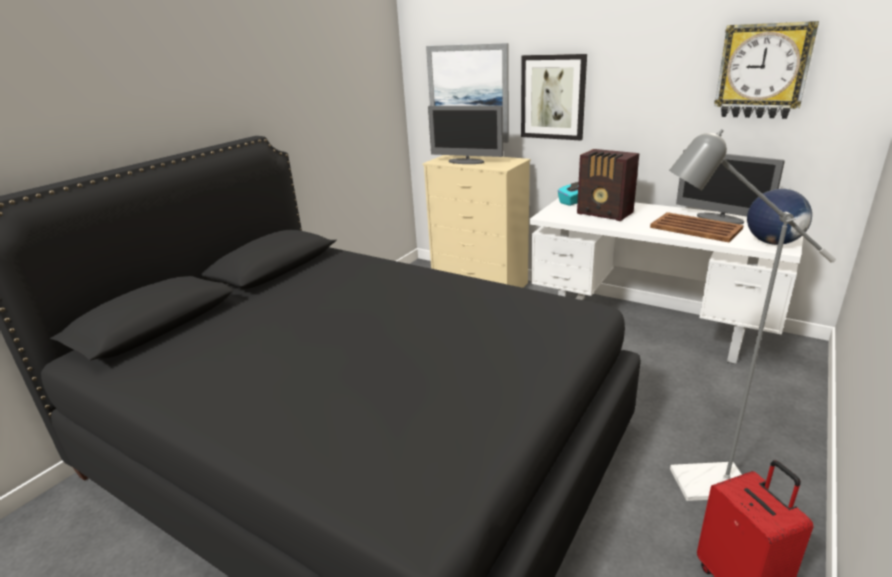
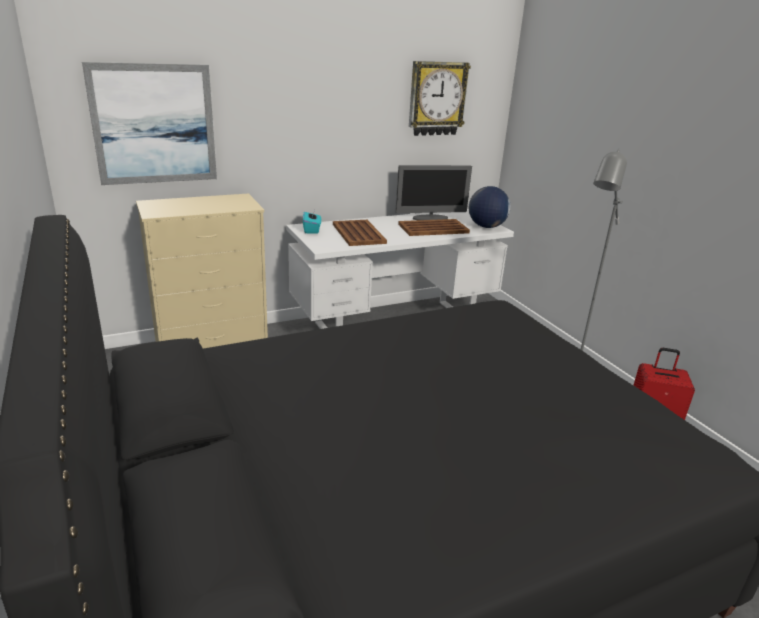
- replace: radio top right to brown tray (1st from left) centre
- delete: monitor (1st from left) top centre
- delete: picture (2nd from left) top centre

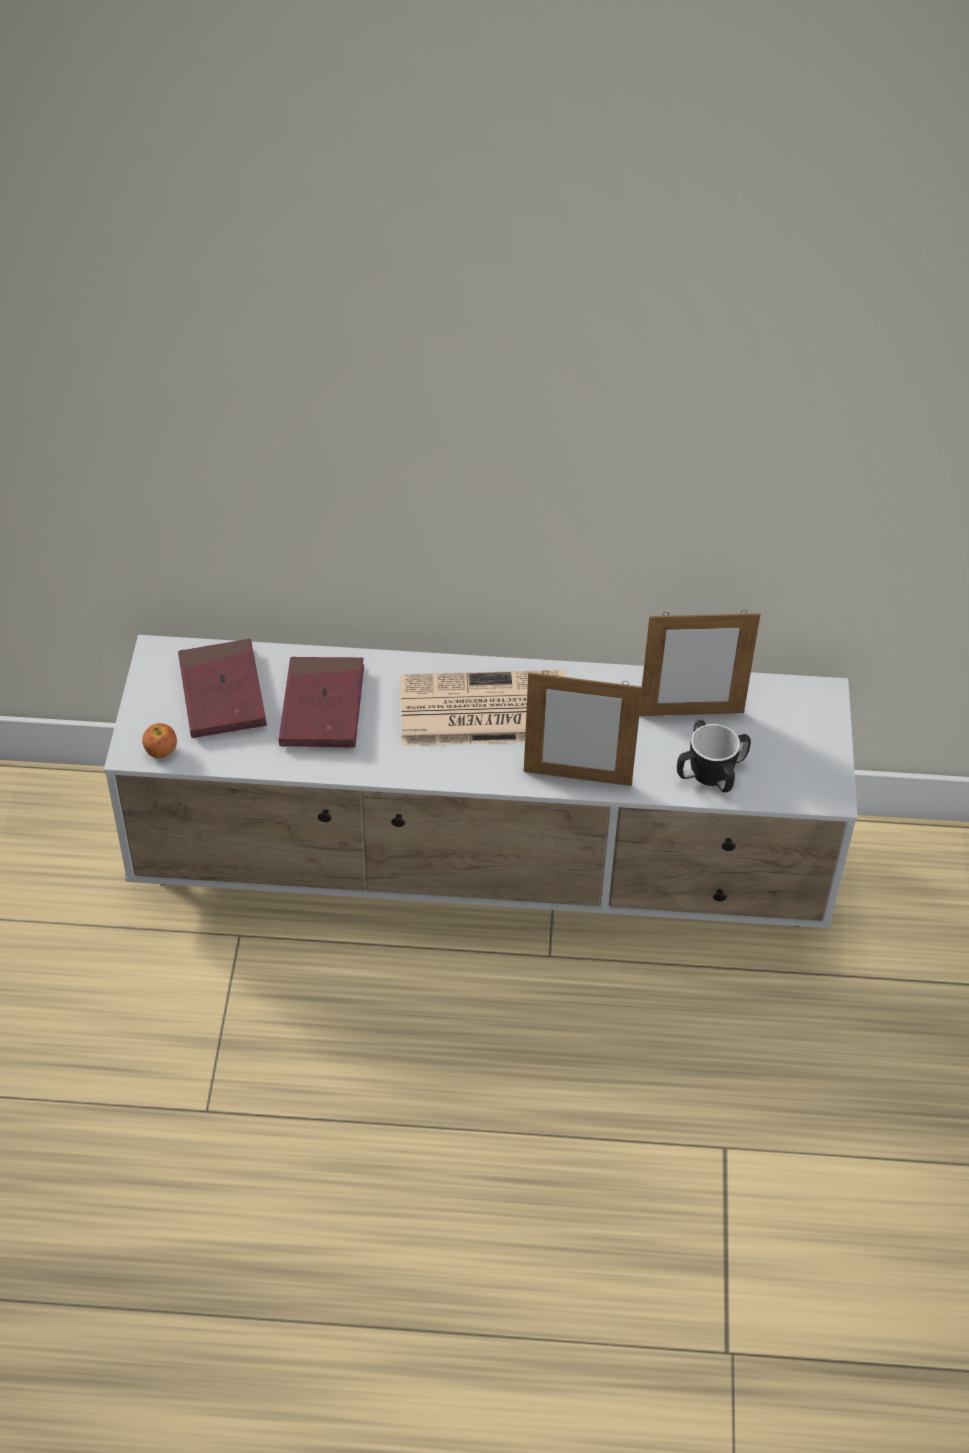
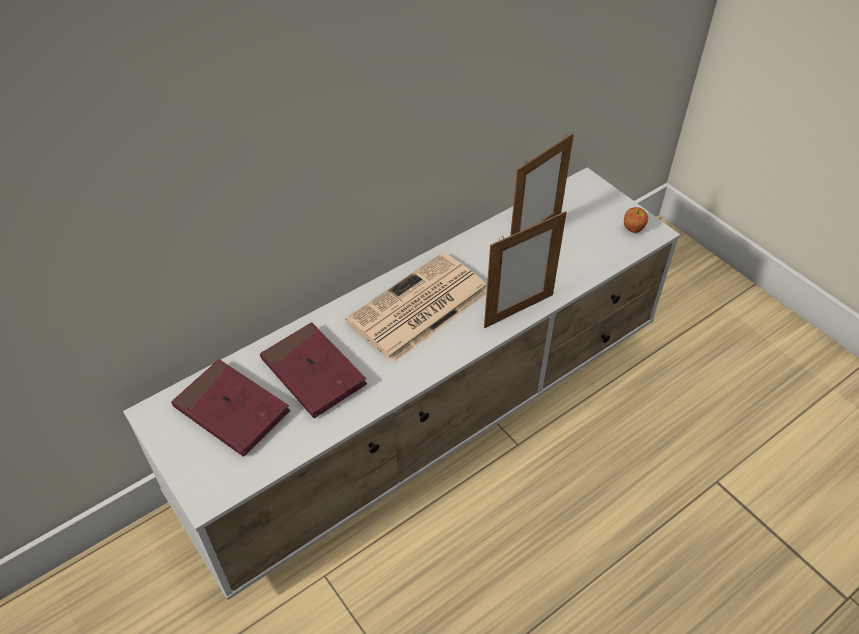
- move: apple middle left to middle right
- delete: mug middle right

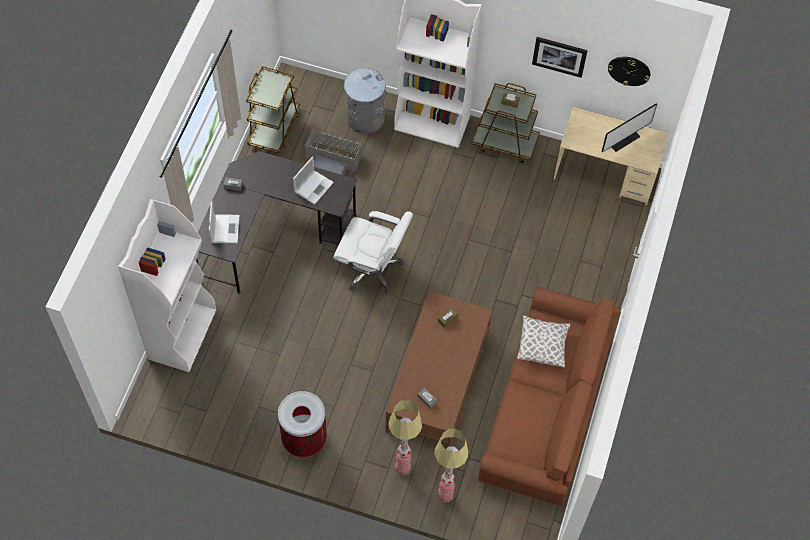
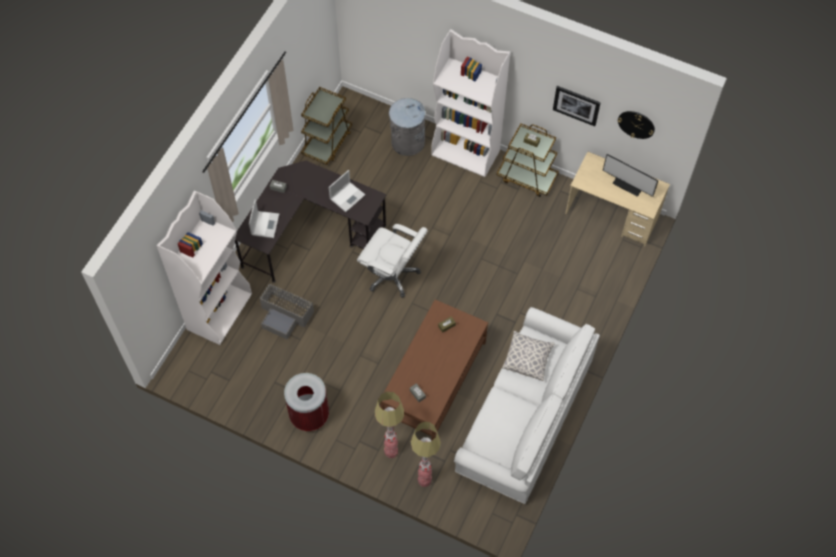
- move: grey storage box top centre to centre
- recolor: brown sofa bottom right to white sofa bottom centre
- rotate: monitor top right = top right 60 degrees clockwise

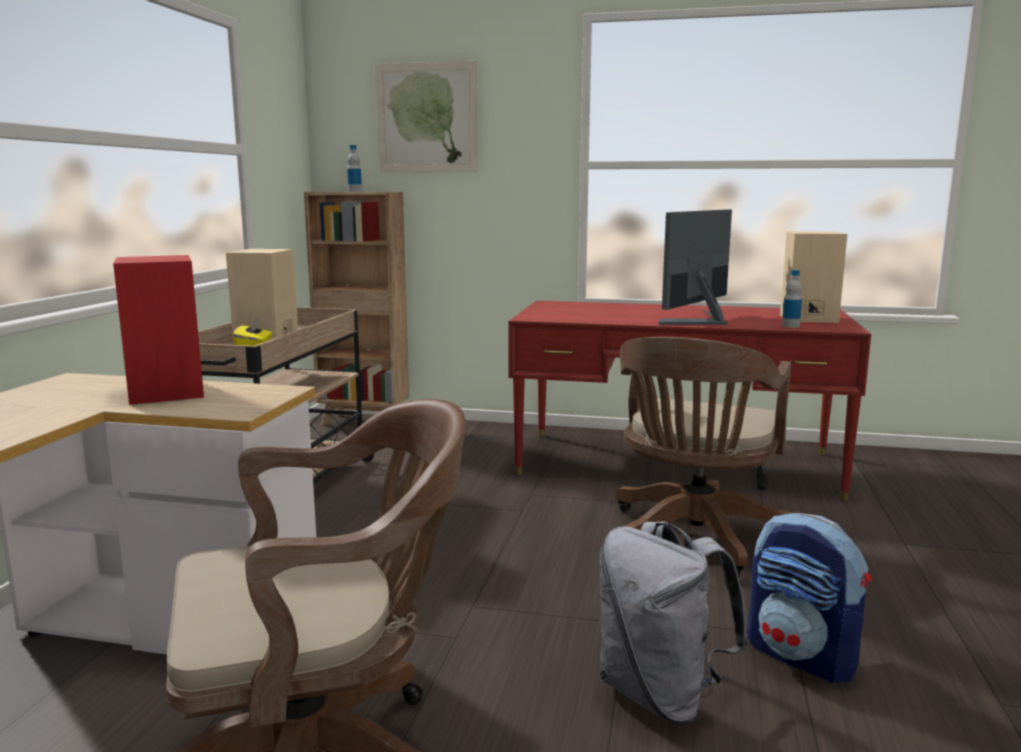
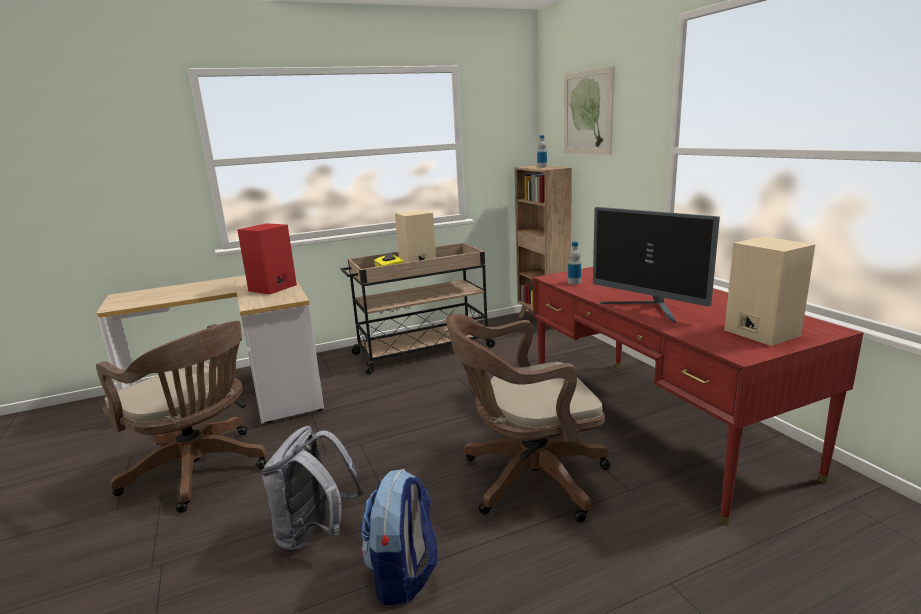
- move: bottle (2nd from left) middle right to centre
- rotate: monitor middle right = middle right 135 degrees counterclockwise

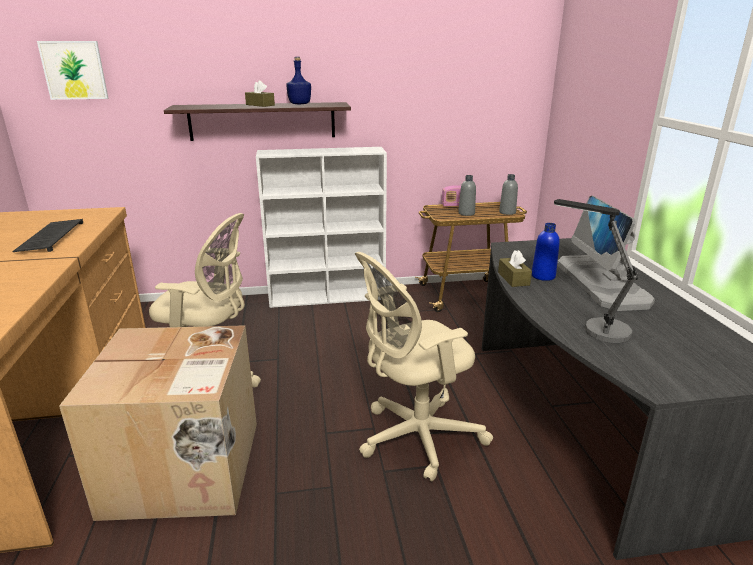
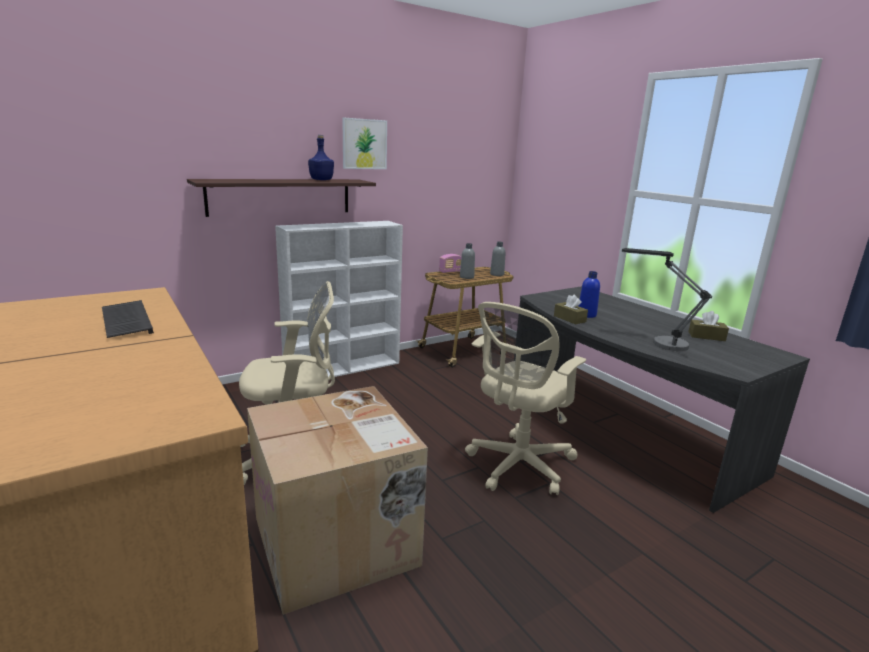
- move: picture top left to top centre
- move: brown tissue box (1st from left in the first image) top centre to brown tissue box (2nd from left) middle right
- delete: monitor middle right

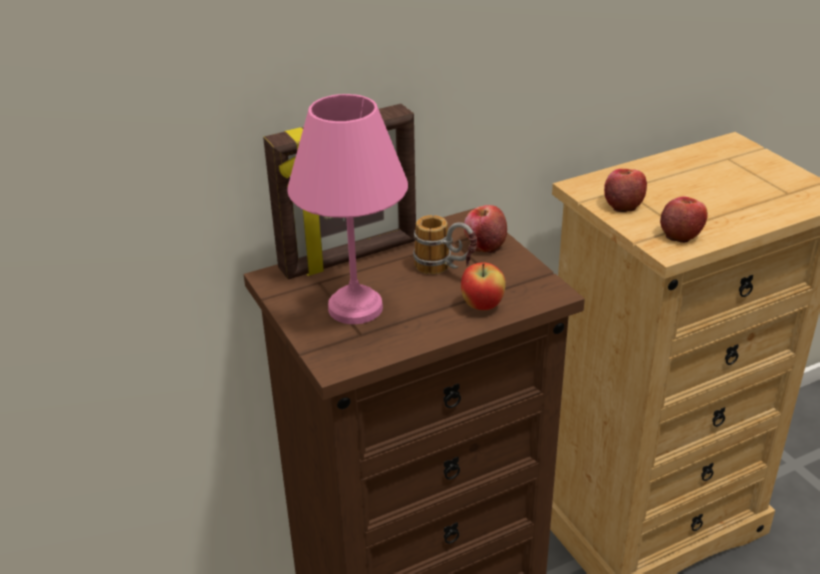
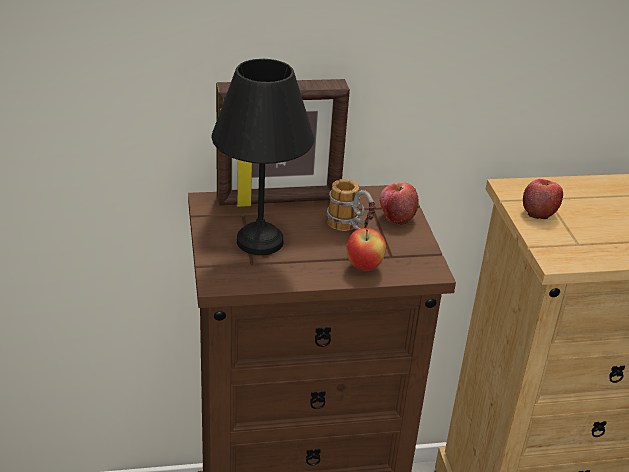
- recolor: pink table lamp centre to black table lamp top centre
- delete: apple (4th from left) middle right

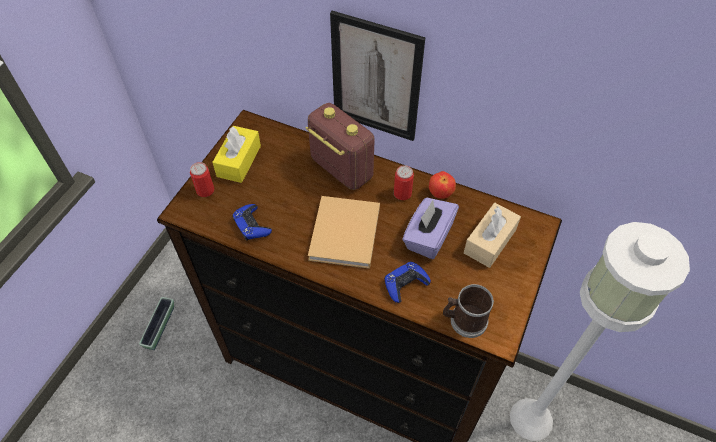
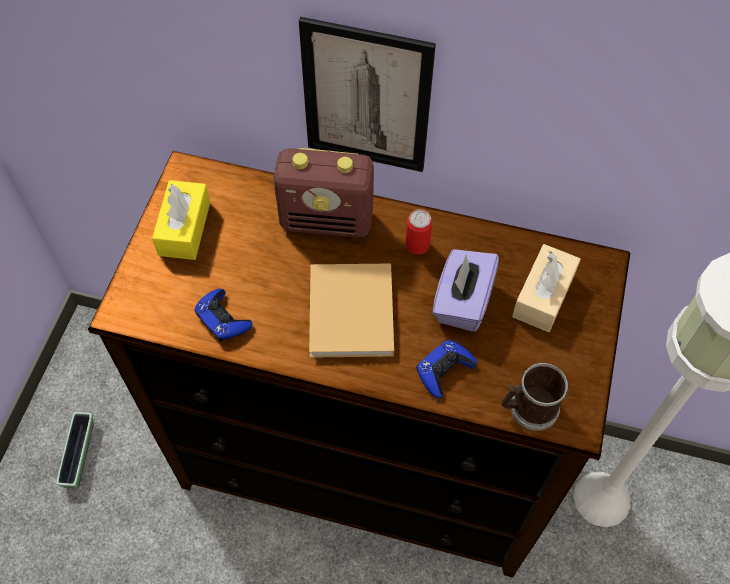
- rotate: radio top centre = top centre 150 degrees clockwise
- delete: can (1st from left) middle left
- delete: apple centre

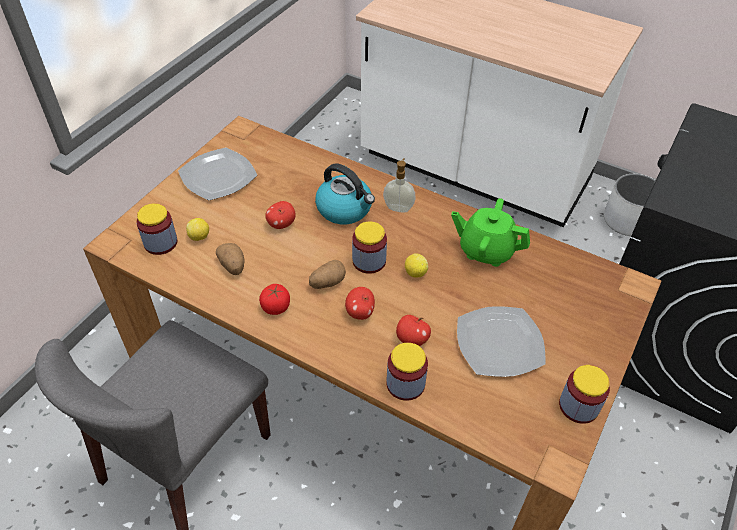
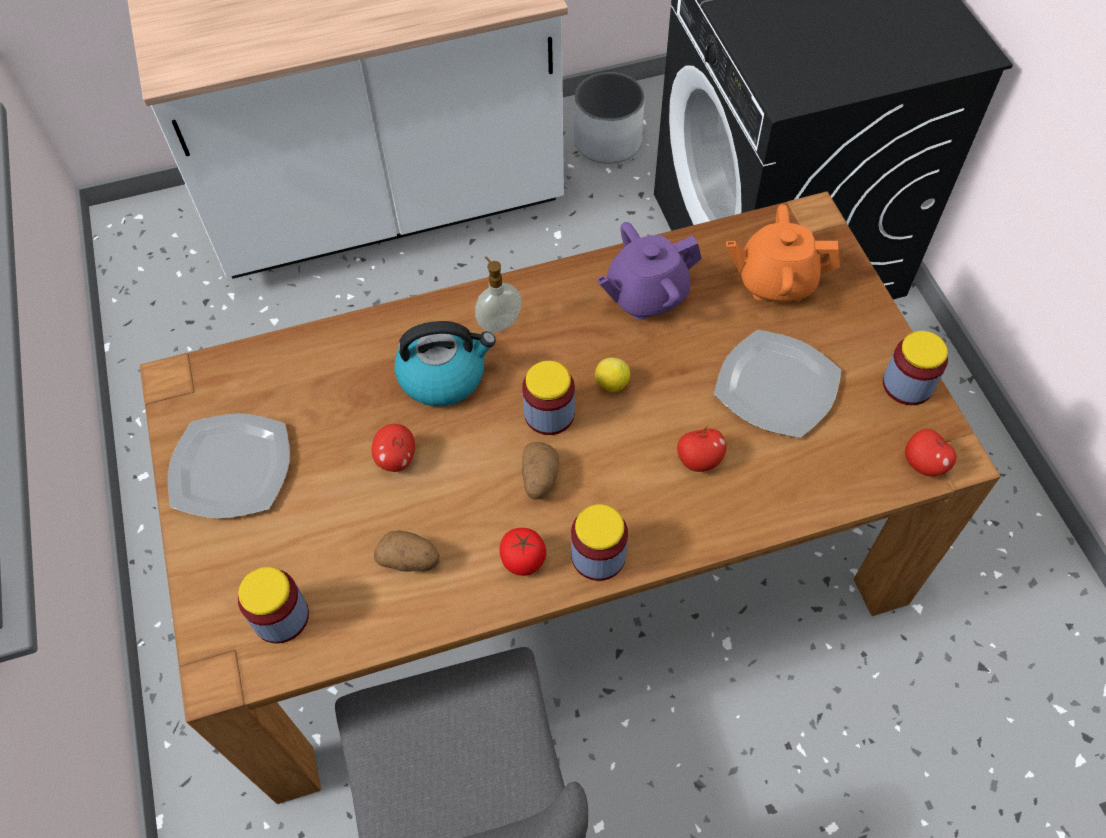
- move: jar (3rd from left) bottom centre to centre
- recolor: green teapot centre to purple teapot top centre
- insert: orange teapot top right
- move: apple (2nd from left in the first image) centre to apple (3rd from left) middle right
- delete: lemon (1st from left) middle left

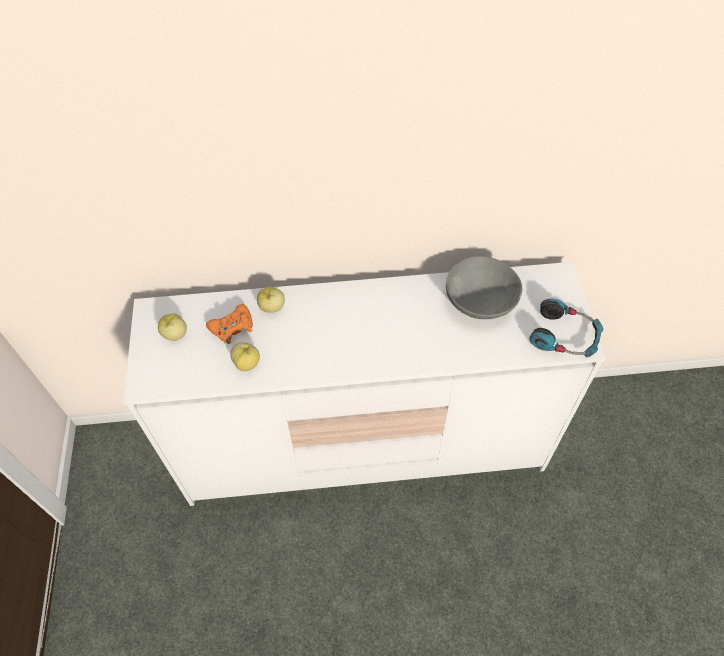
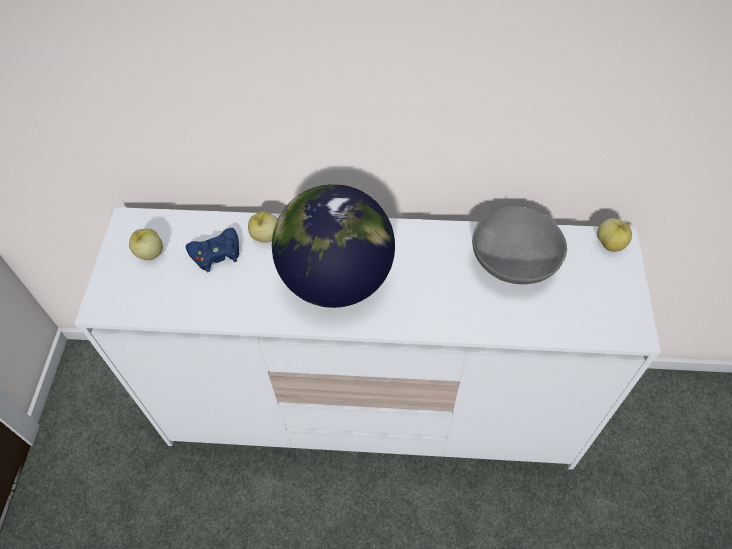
- recolor: orange game controller middle left to blue game controller middle left
- insert: globe centre
- move: apple (2nd from left in the first image) centre to apple (3rd from left) middle right
- delete: headphones middle right

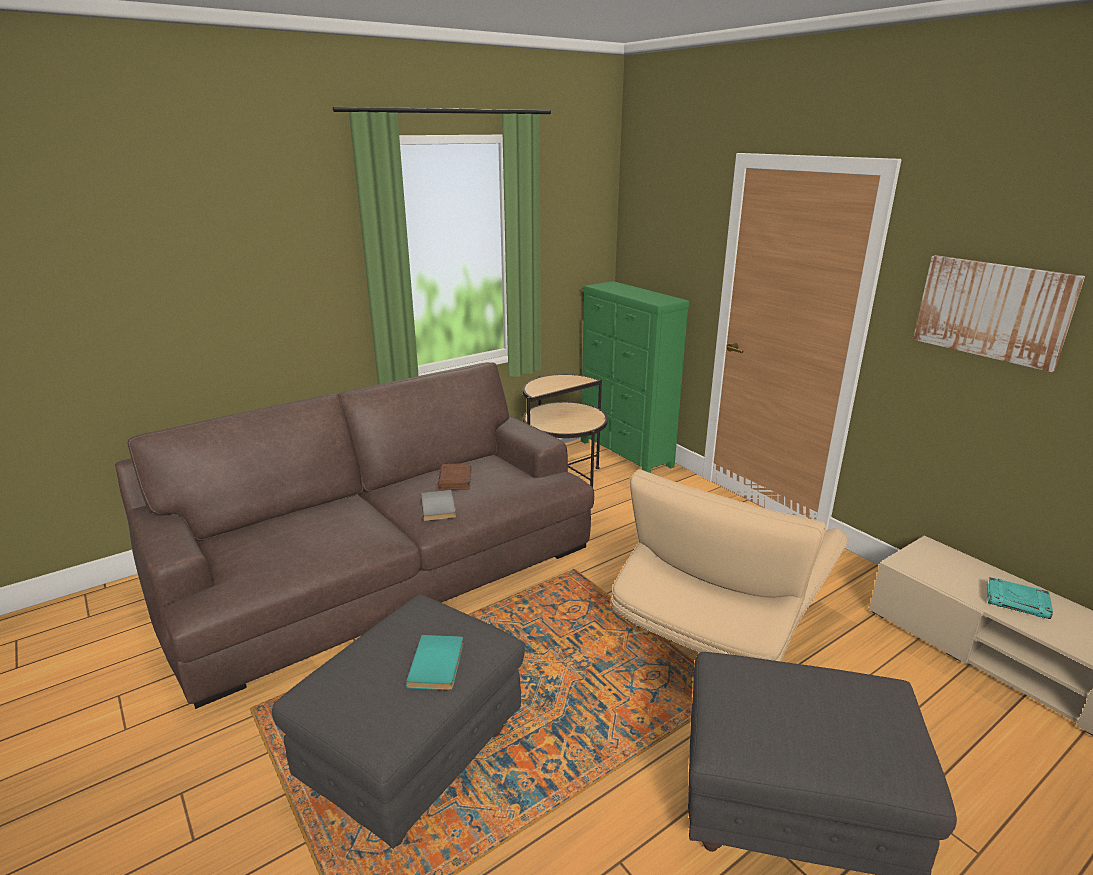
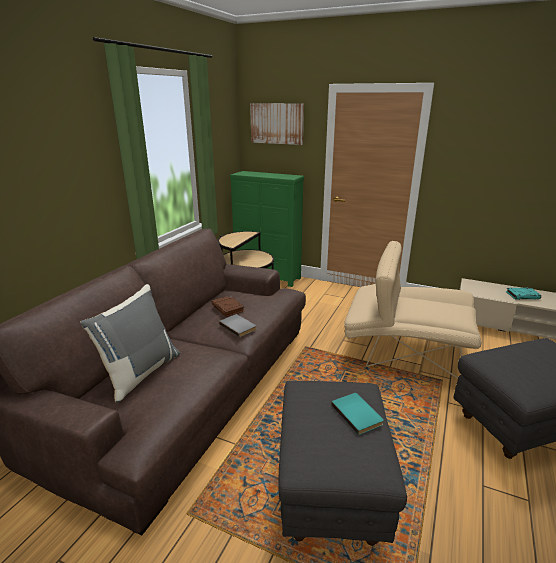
- insert: grey pillow middle left
- move: picture middle right to top centre
- rotate: beige armchair middle right = middle right 105 degrees clockwise

